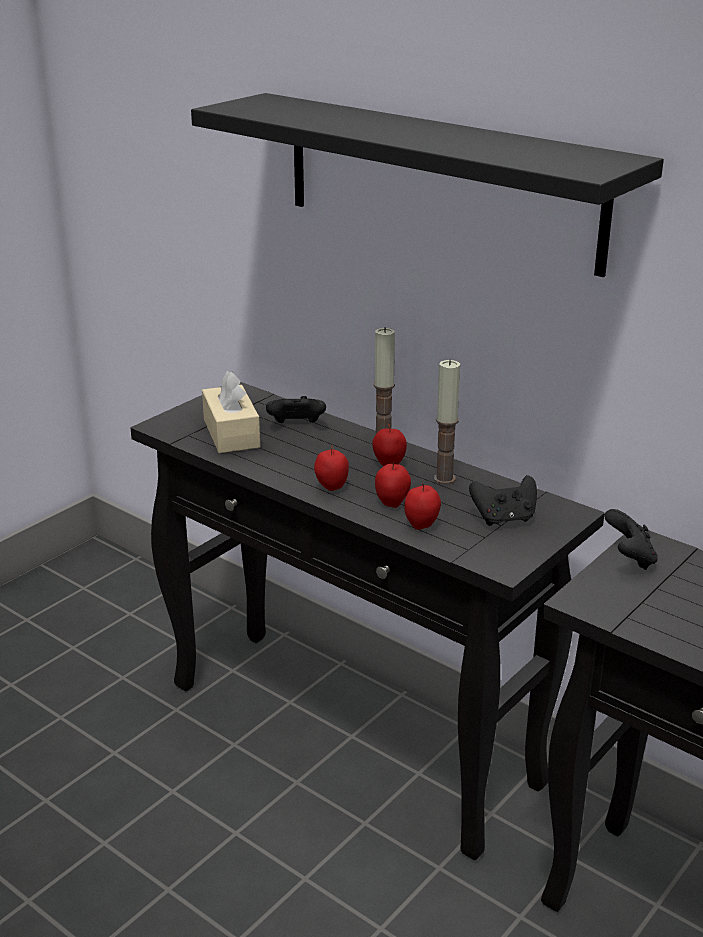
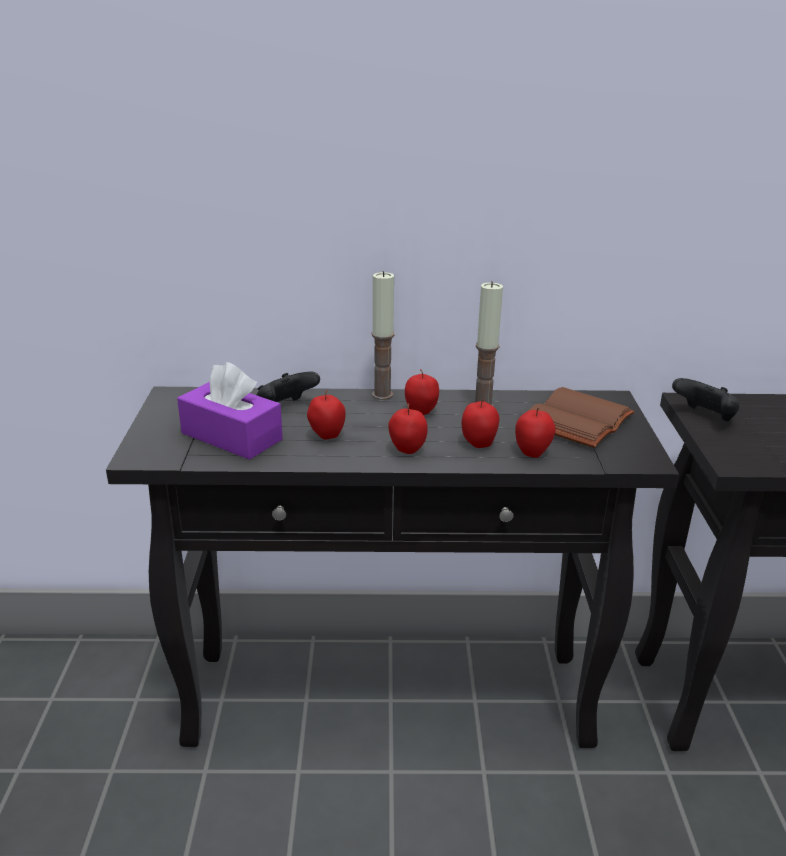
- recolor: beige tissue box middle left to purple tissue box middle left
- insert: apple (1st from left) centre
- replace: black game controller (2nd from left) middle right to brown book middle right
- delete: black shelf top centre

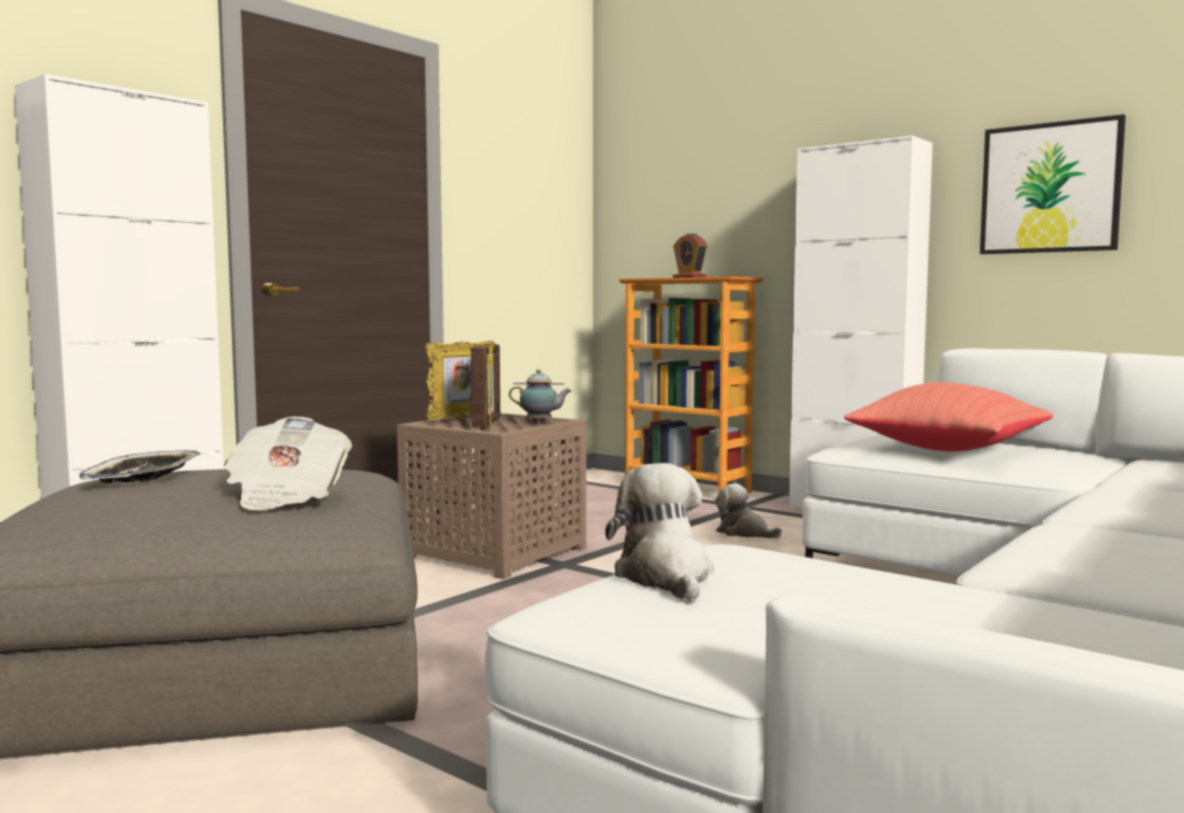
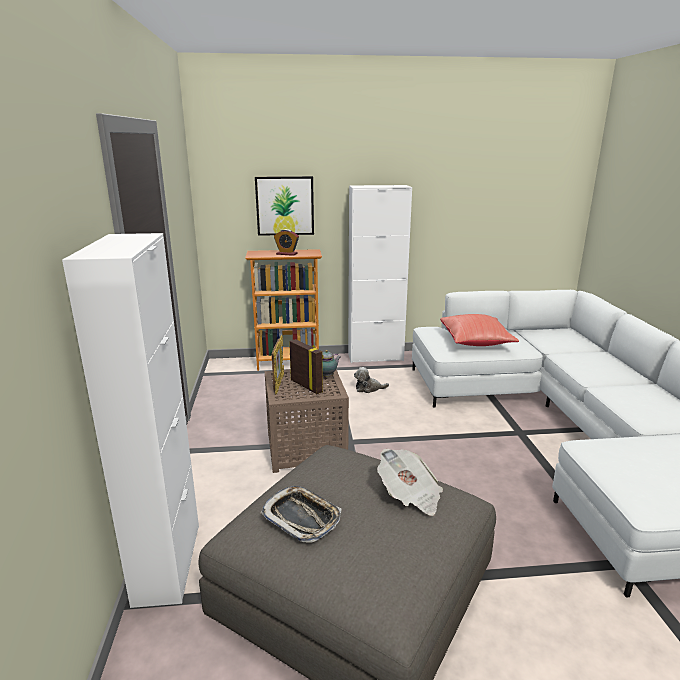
- move: picture top right to top centre
- delete: plush toy (1st from left) centre

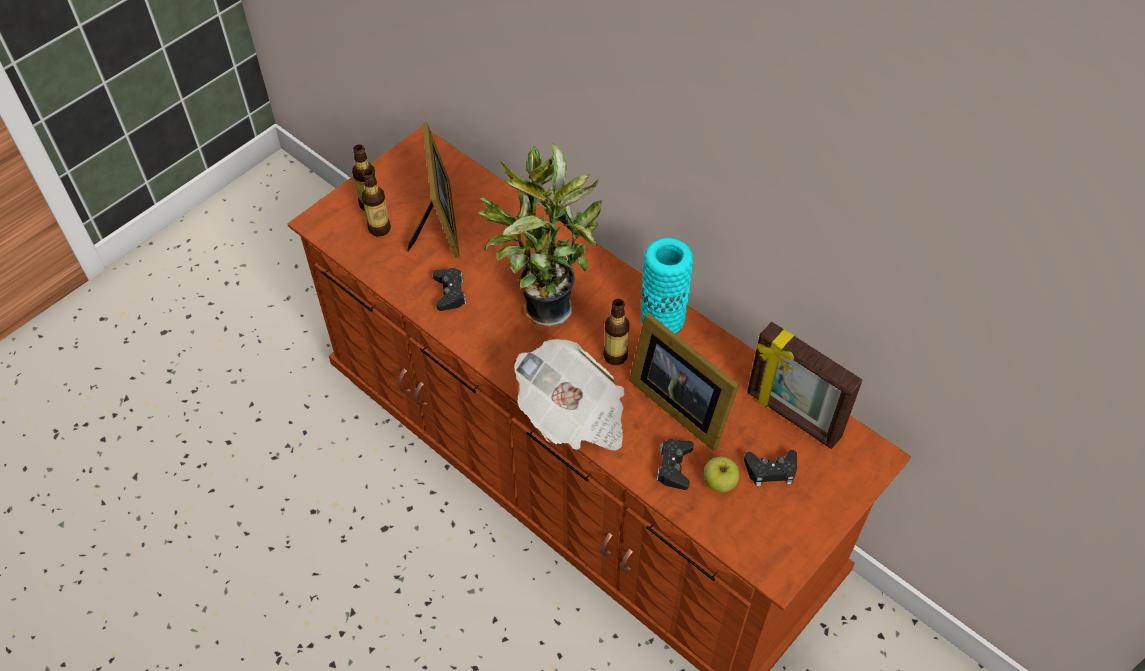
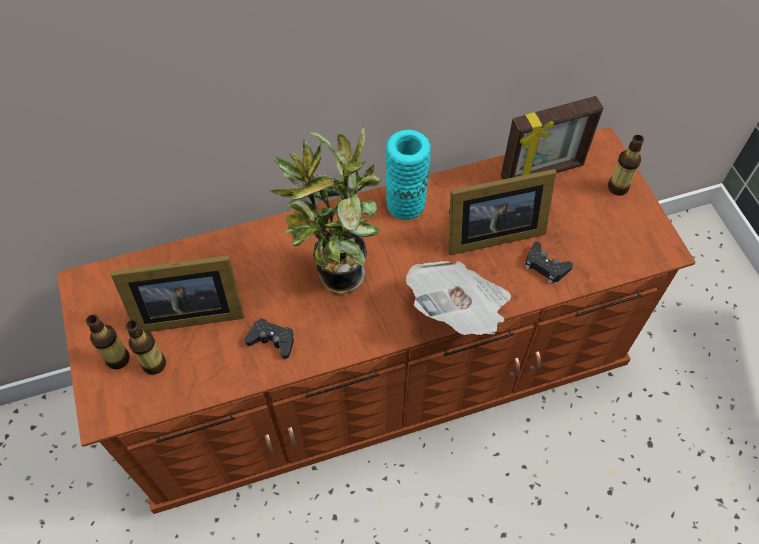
- rotate: picture frame (1st from left) top centre = middle left 150 degrees clockwise
- move: bottle (3rd from left) centre to top right
- delete: apple bottom centre
- delete: black game controller (3rd from left) bottom right

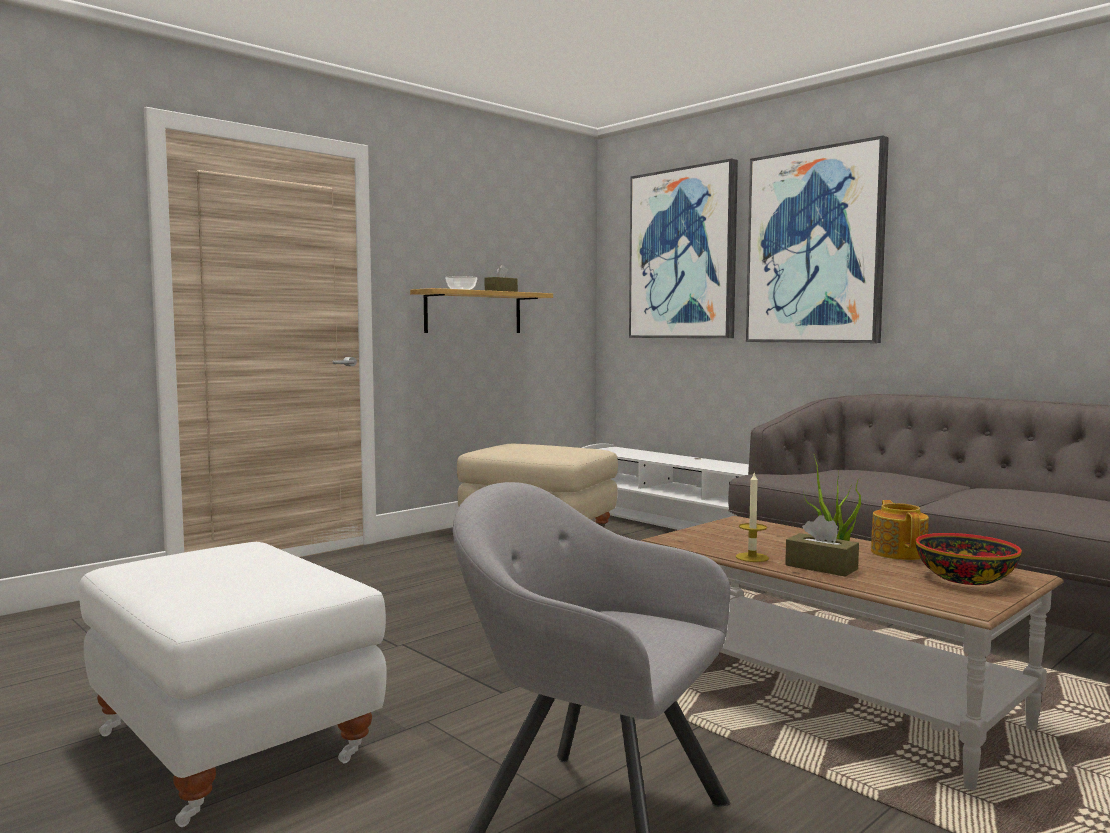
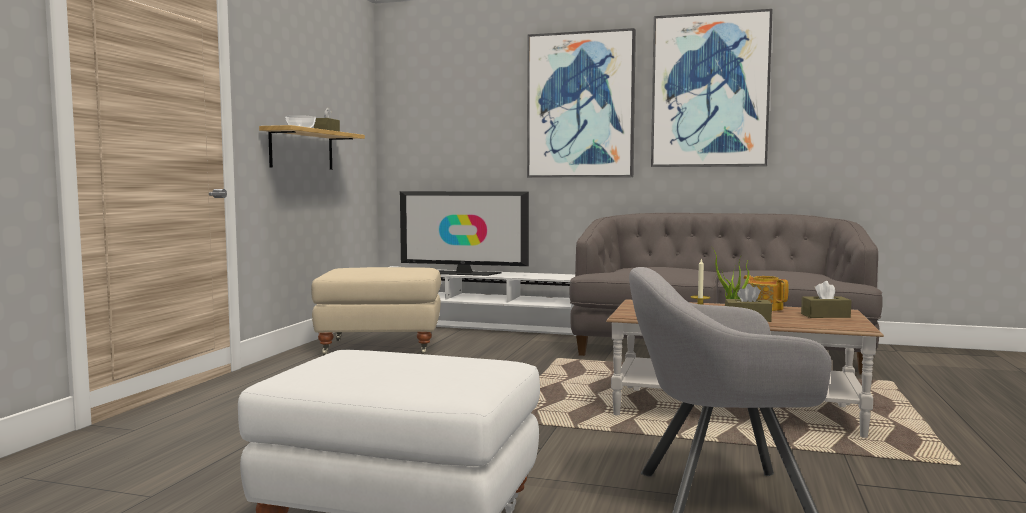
- insert: television centre
- move: picture (1st from left in the first image) top centre to picture (2nd from left) top right
- replace: bowl (2nd from left) bottom right to brown tissue box (3rd from left) middle right

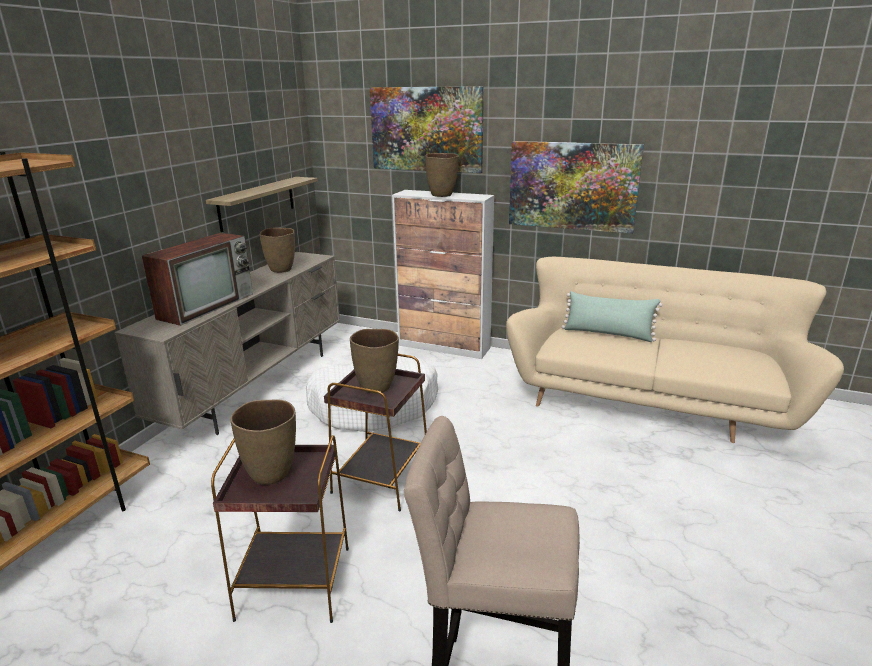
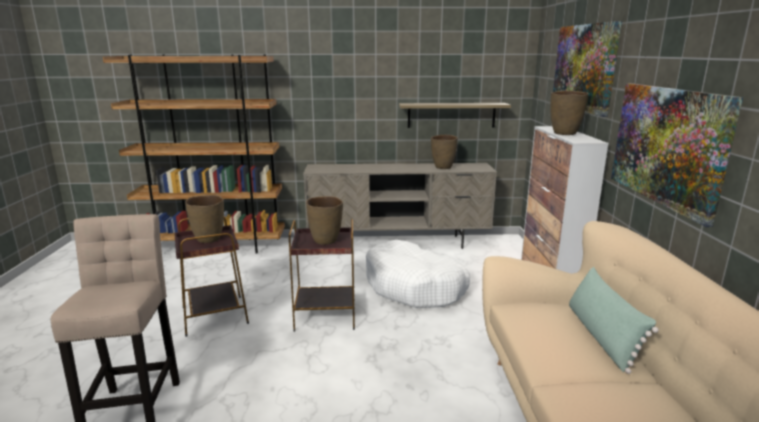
- delete: television middle left

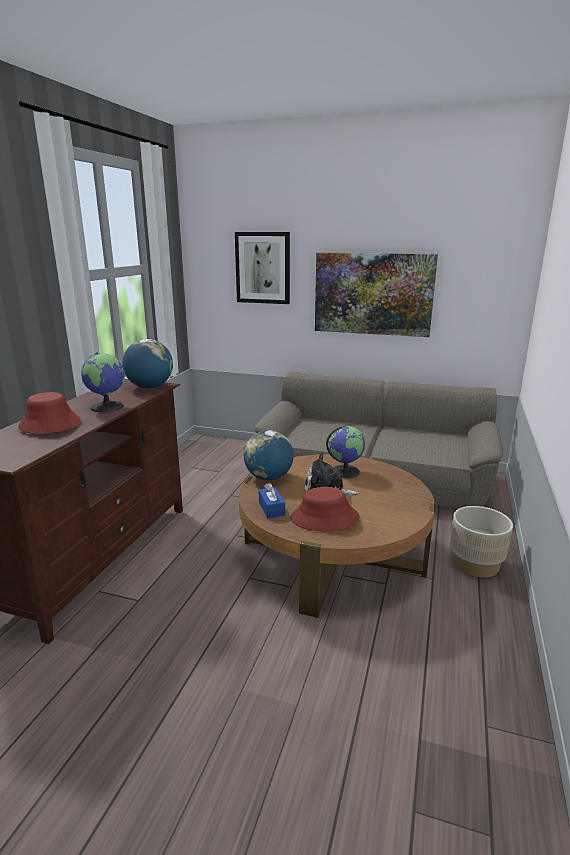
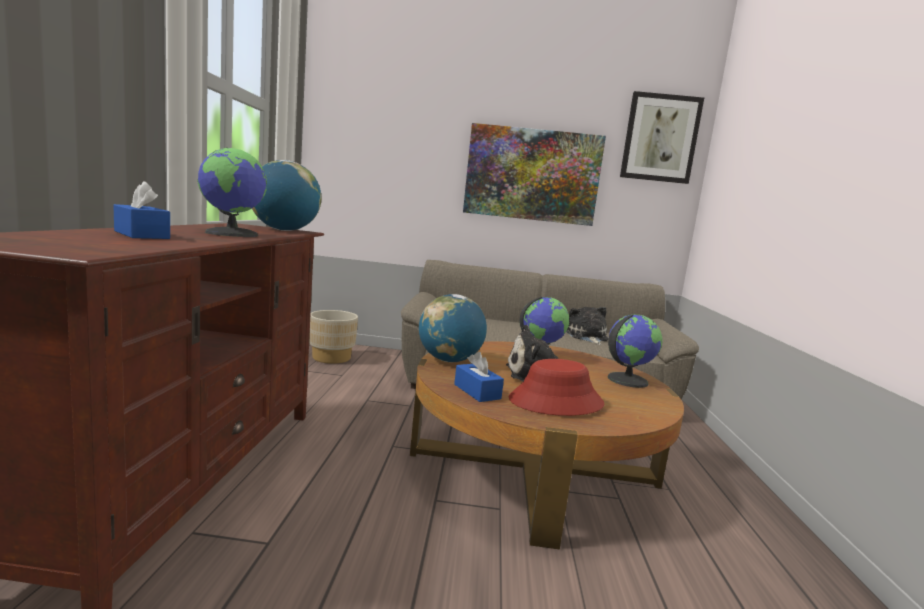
- replace: red hat (1st from left) middle left to blue tissue box (1st from left) middle left
- move: beige planter middle right to centre
- insert: plush toy (2nd from left) centre
- insert: globe (5th from left) middle right
- move: picture (1st from left in the first image) top centre to picture (2nd from left) top right

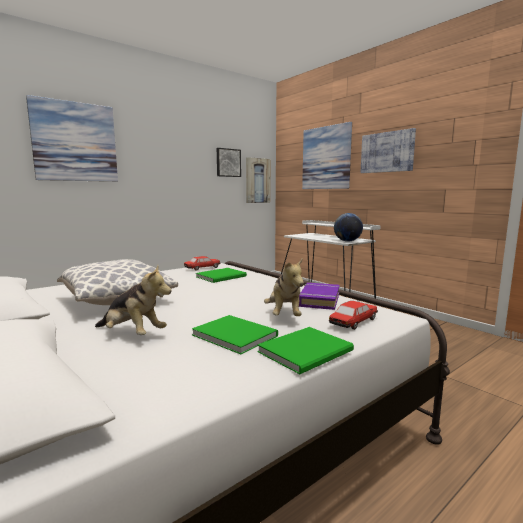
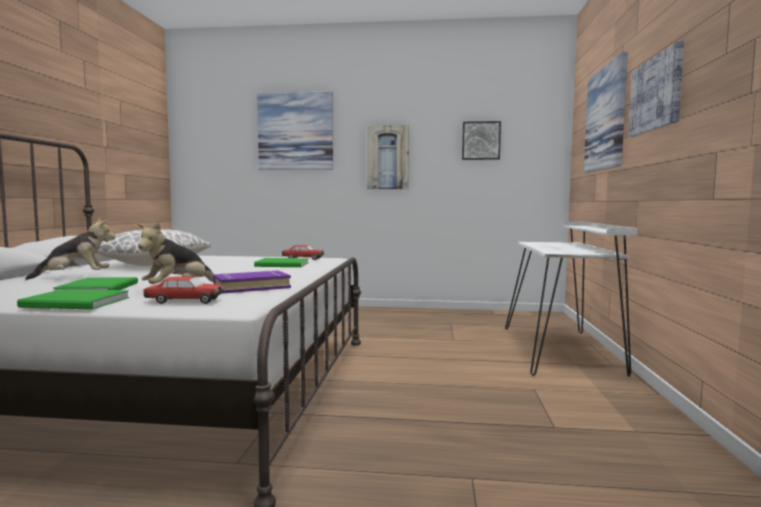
- rotate: plush toy (1st from left) middle left = middle left 90 degrees counterclockwise
- move: picture (3rd from left in the first image) centre to picture (2nd from left) top centre
- delete: globe centre

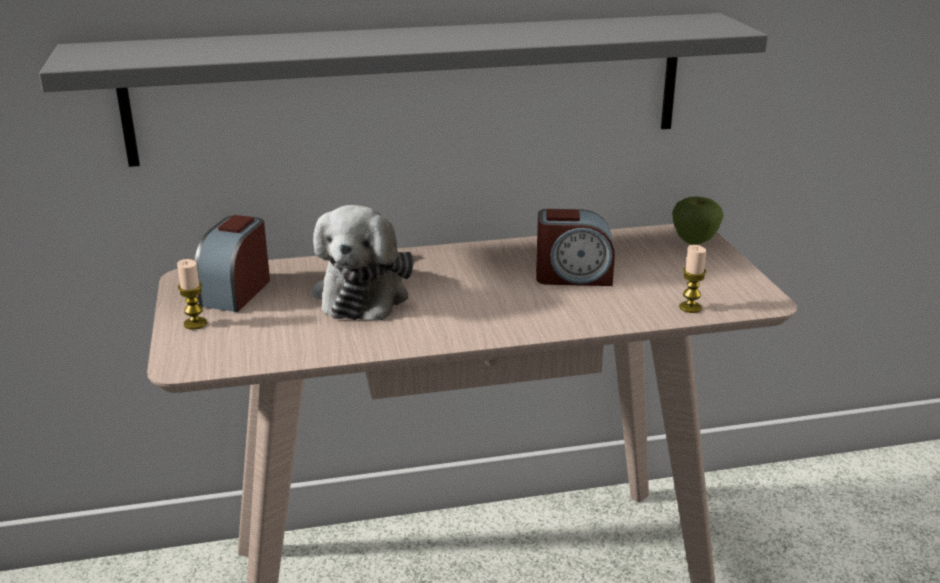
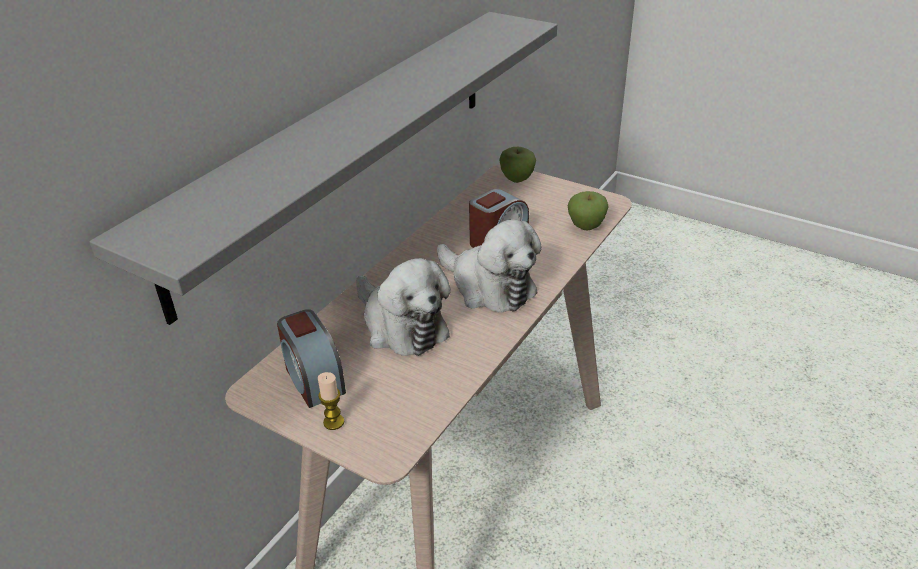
- insert: plush toy (2nd from left) centre
- replace: candle (2nd from left) middle right to apple (2nd from left) centre

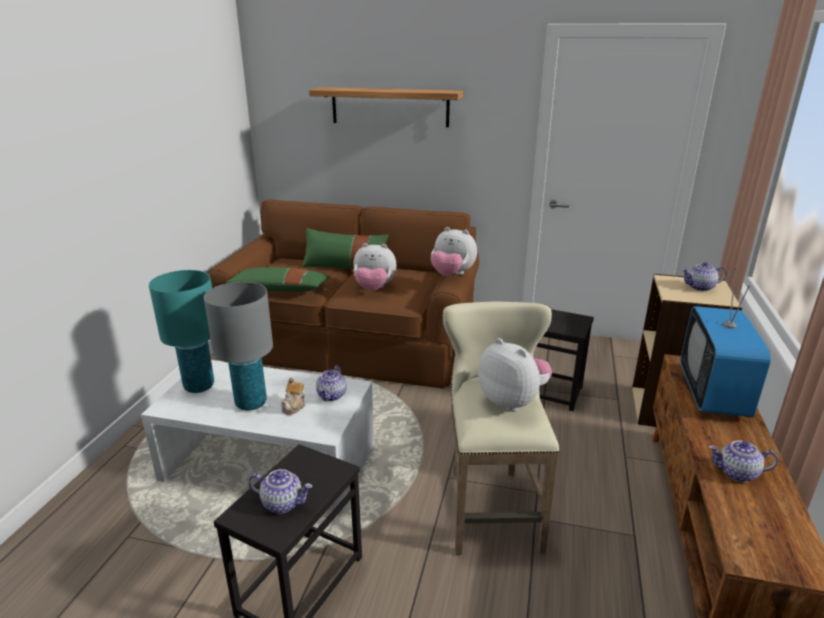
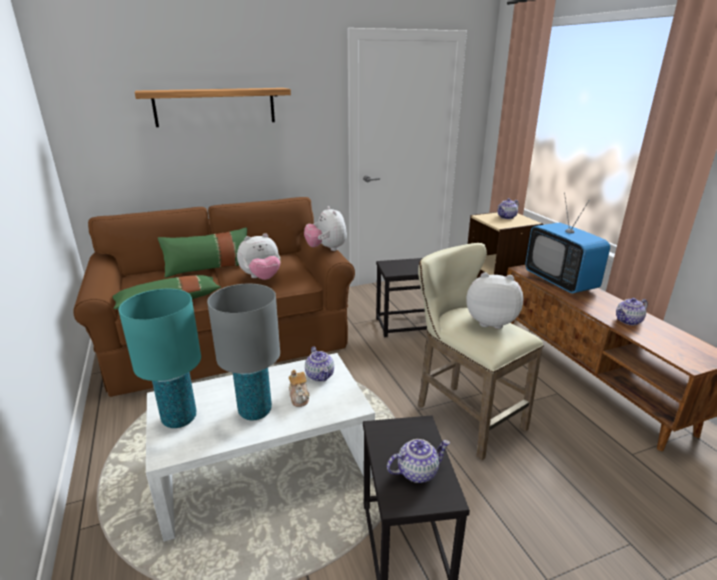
- rotate: plush toy (2nd from left) centre = centre 75 degrees clockwise

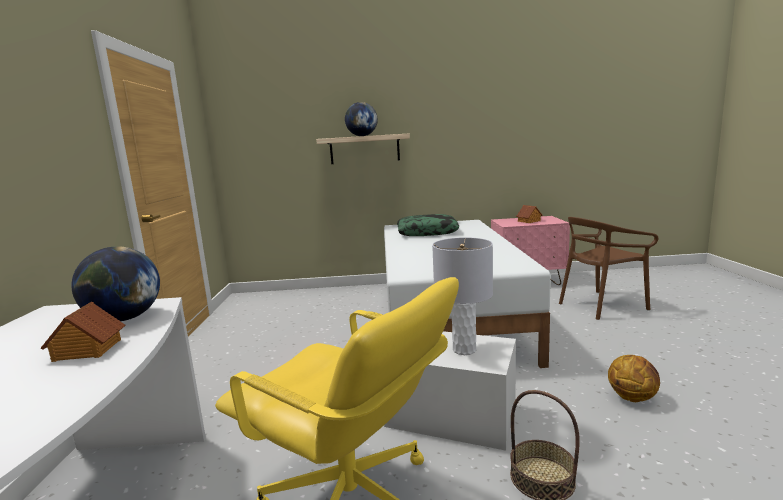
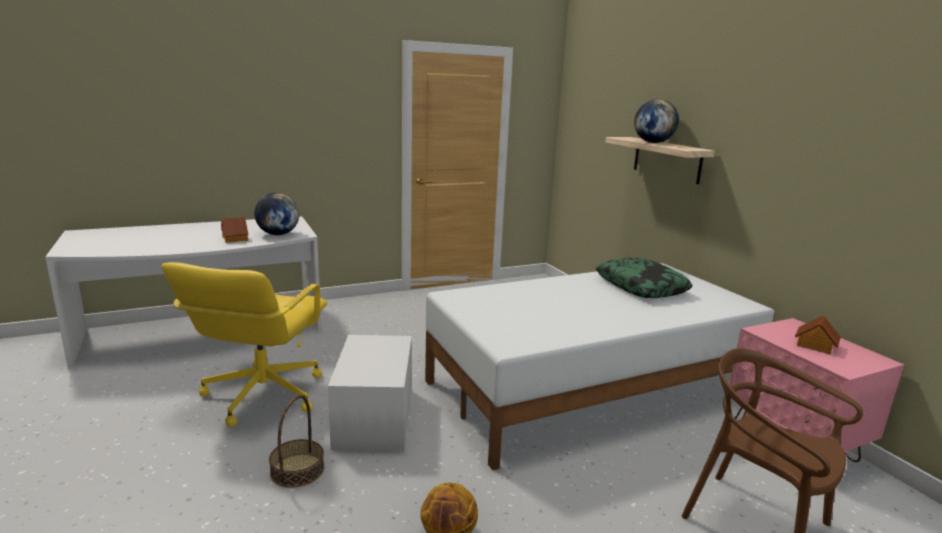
- delete: grey table lamp centre

